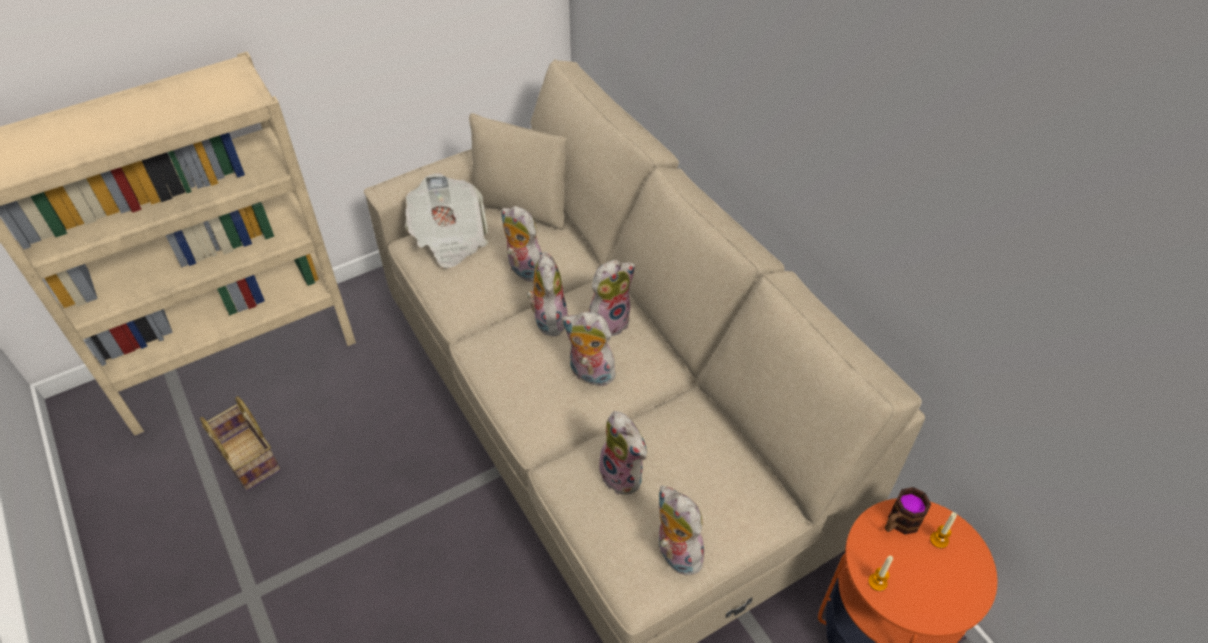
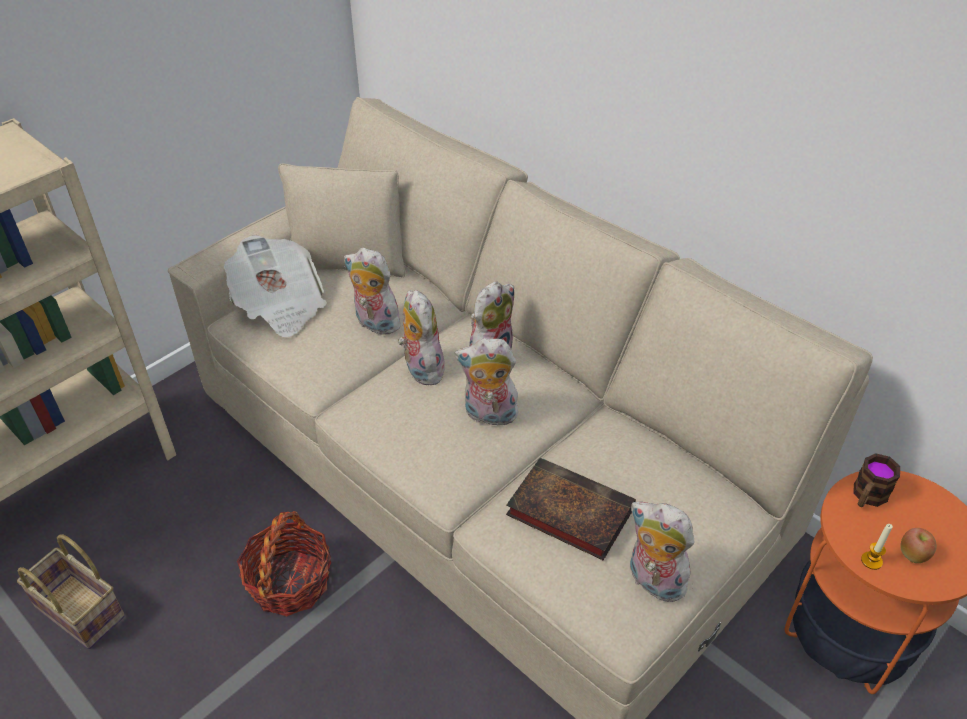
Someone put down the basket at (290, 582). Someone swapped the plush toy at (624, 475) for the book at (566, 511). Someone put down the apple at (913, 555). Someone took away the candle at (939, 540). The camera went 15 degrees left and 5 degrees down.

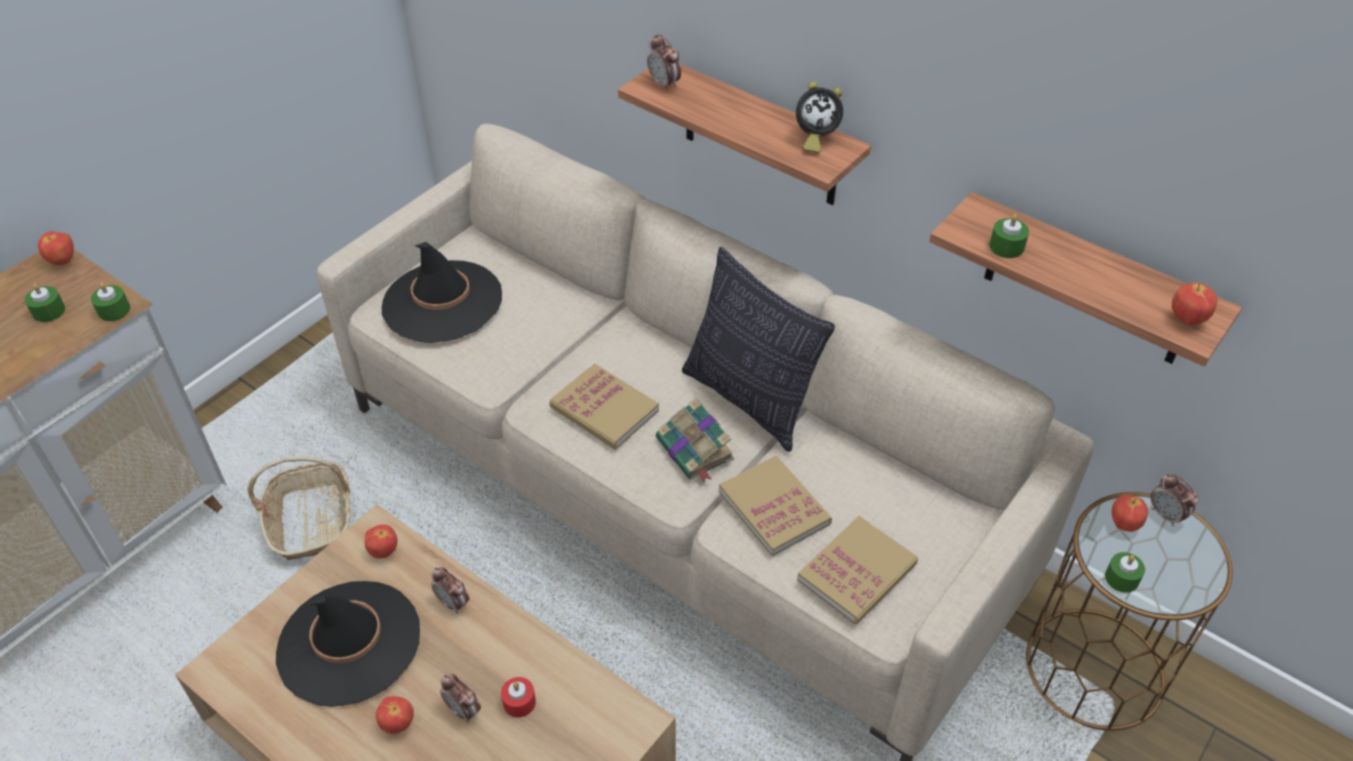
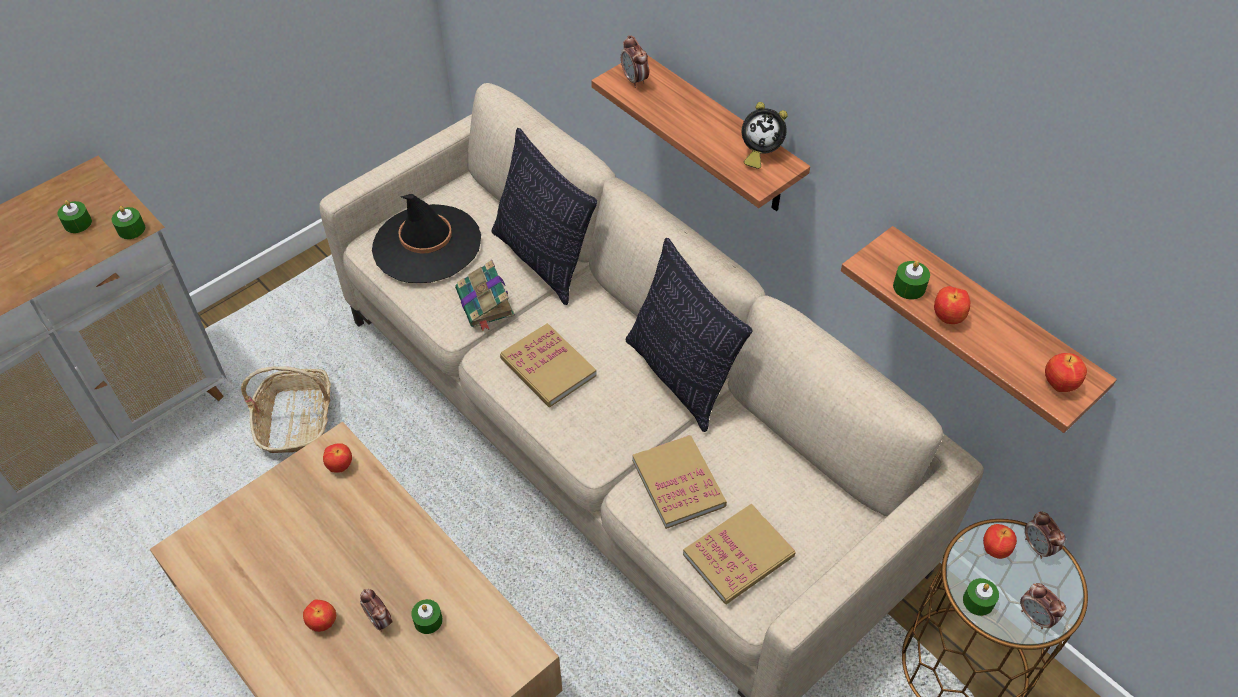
Someone repainted the candle/red at (519, 702), which became the candle/green at (428, 620). Someone carried the book from (695, 450) to (485, 304). Someone put down the pillow at (543, 260). Someone carried the apple from (63, 261) to (948, 318). Someone carried the alarm clock from (453, 603) to (1035, 617). Someone took away the hat/black at (348, 643). The camera went 10 degrees right and 5 degrees up.

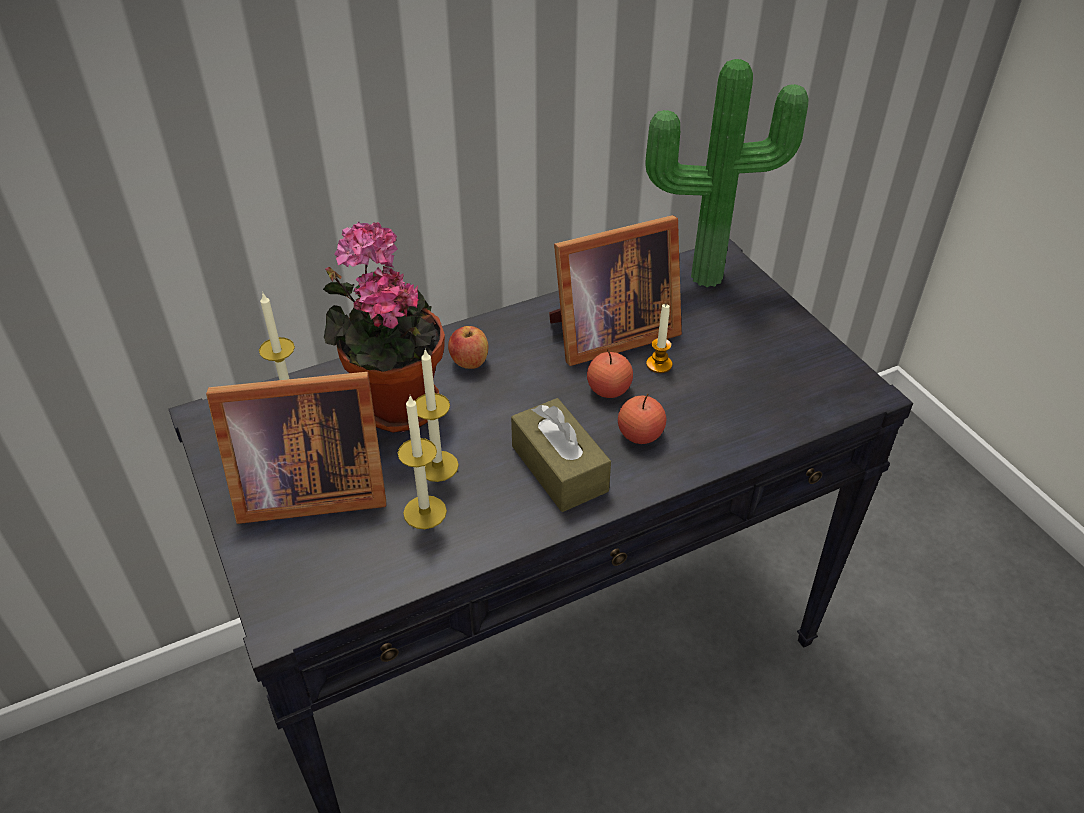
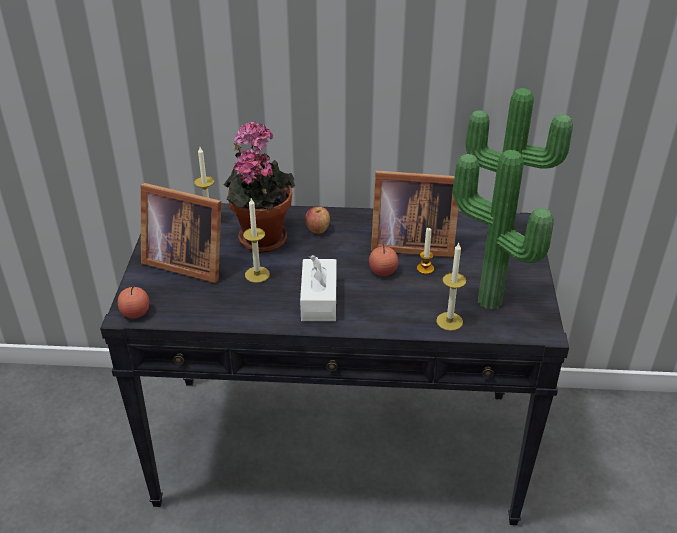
Someone carried the apple from (640, 435) to (135, 313). Someone repainted the tissue box/brown at (559, 468), which became the tissue box/white at (319, 300). Someone carried the candle from (425, 512) to (449, 321). Someone put down the potted plant at (487, 304). The camera went 30 degrees right and 5 degrees down.

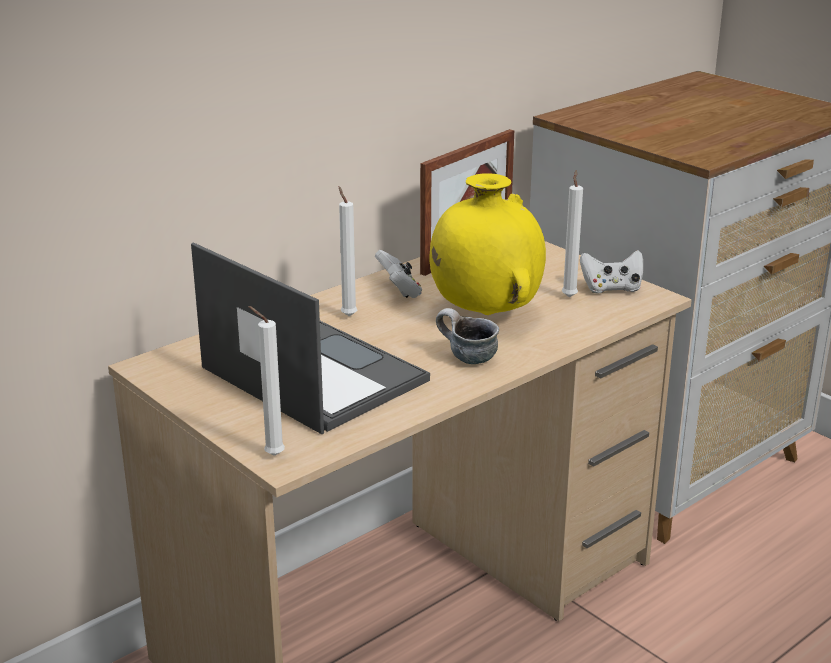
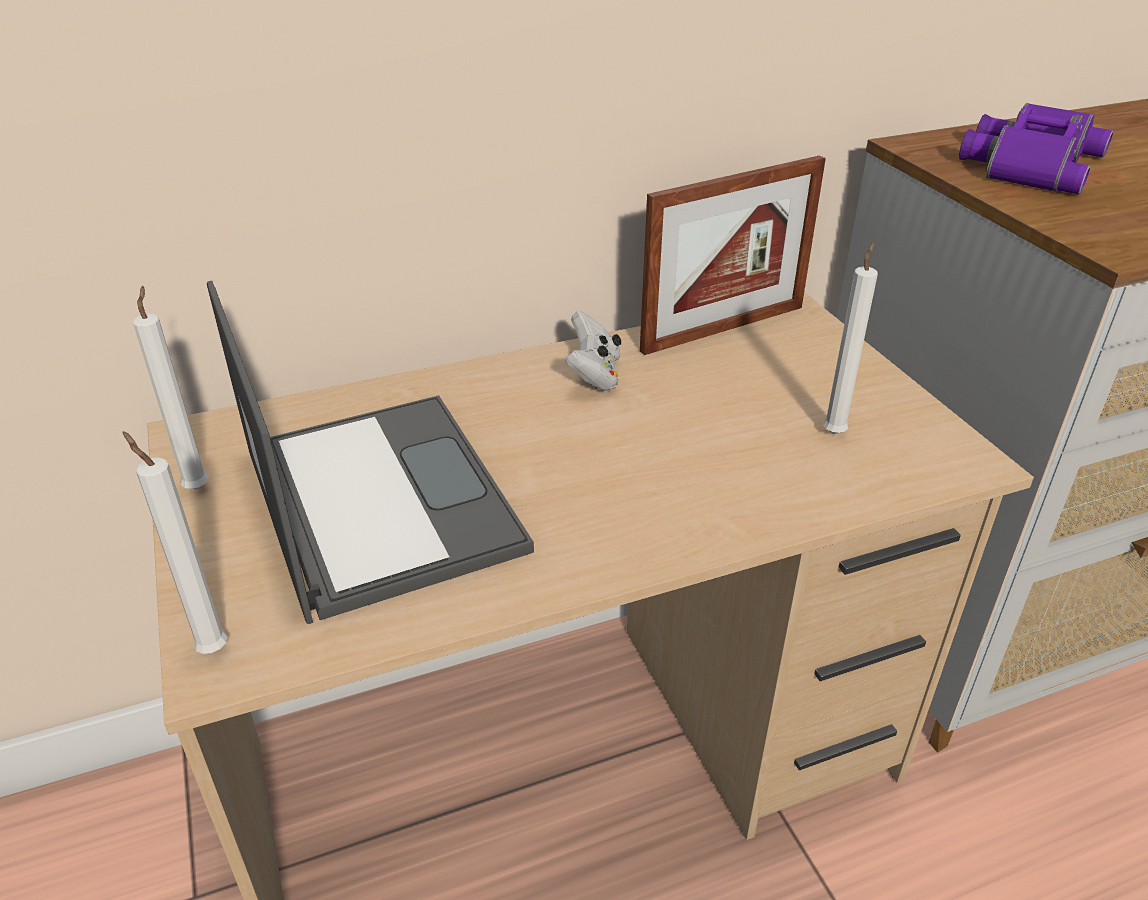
Someone carried the candle/white from (348, 315) to (198, 486). Someone put down the binoculars/purple at (1027, 163). Someone took away the vase/yellow at (485, 313). Someone took away the mug at (466, 358). Someone took away the game controller/white at (611, 288). The camera went 20 degrees right and 10 degrees up.

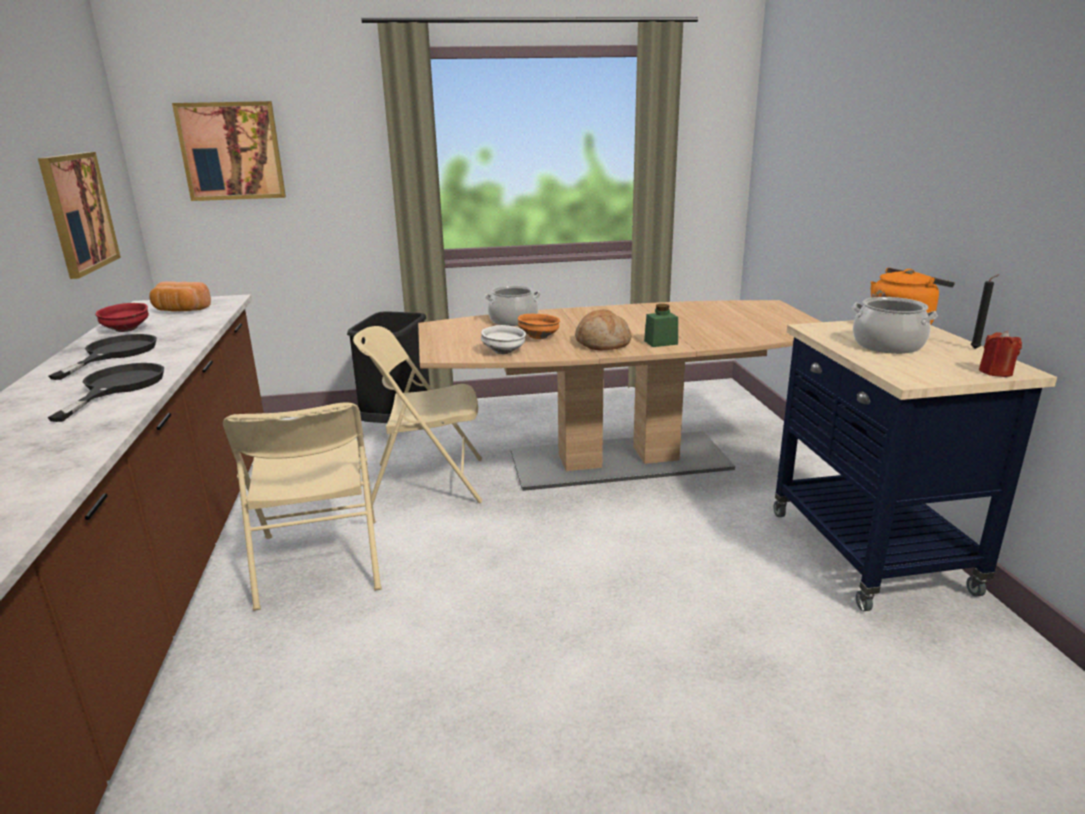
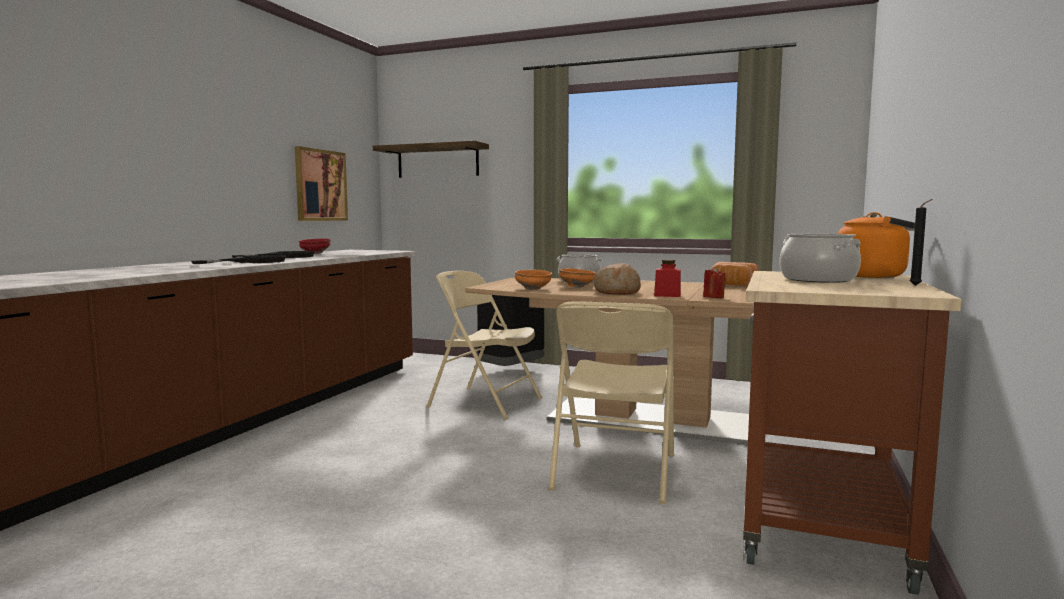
Someone swapped the picture at (231, 151) for the shelf at (438, 161). Someone repainted the bowl/white at (504, 351), which became the bowl/orange at (533, 289). Someone carried the chair/beige from (319, 562) to (614, 472). Someone repainted the jar/green at (661, 342), which became the jar/red at (667, 295). Someone carried the candle/red from (995, 372) to (713, 297). Someone carried the bread from (180, 310) to (732, 285). Someone repainted the cart/blue at (870, 553), which became the cart/brown at (822, 530). The camera went 30 degrees right and 15 degrees down.

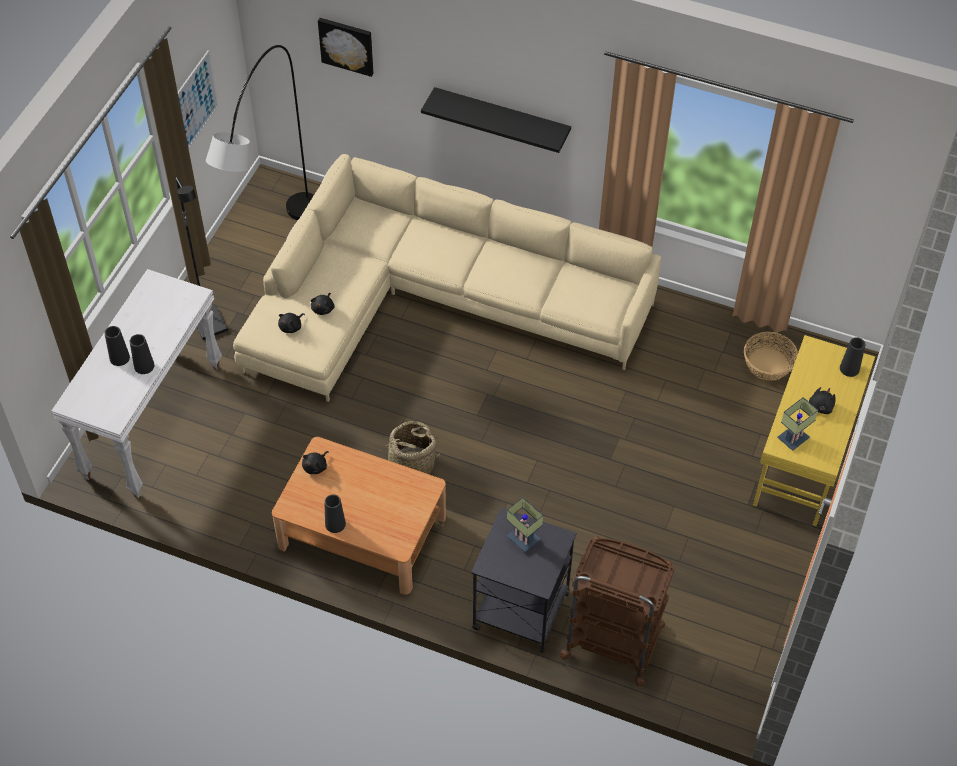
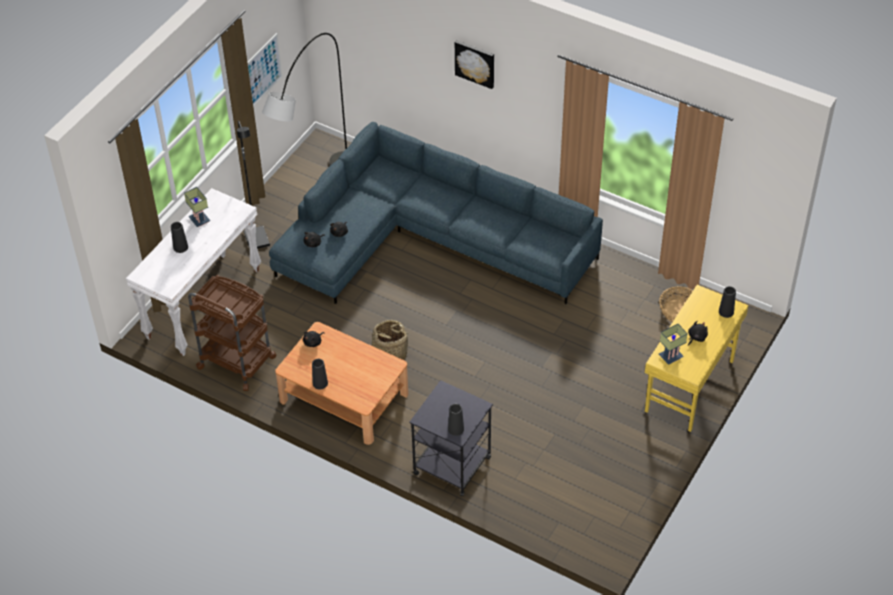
Someone carried the table lamp from (525, 539) to (200, 220). Someone carried the cart/brown from (613, 641) to (237, 362). Someone repainted the sofa/beige at (430, 302), which became the sofa/blue at (426, 240). Someone carried the vase/black from (144, 366) to (456, 429). Someone carried the picture from (347, 45) to (475, 63). Someone took away the shelf/black at (501, 118). The camera went 10 degrees right and 5 degrees down.

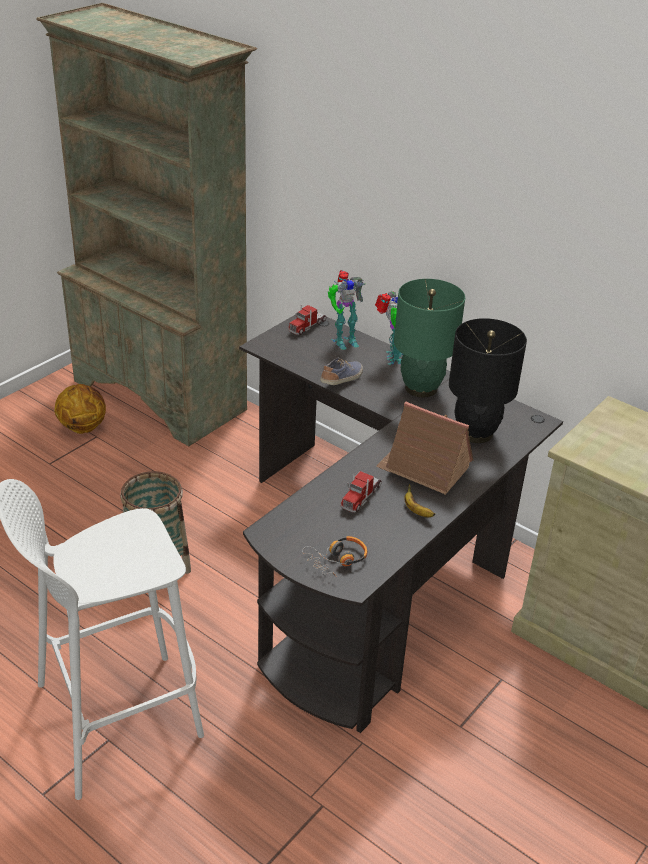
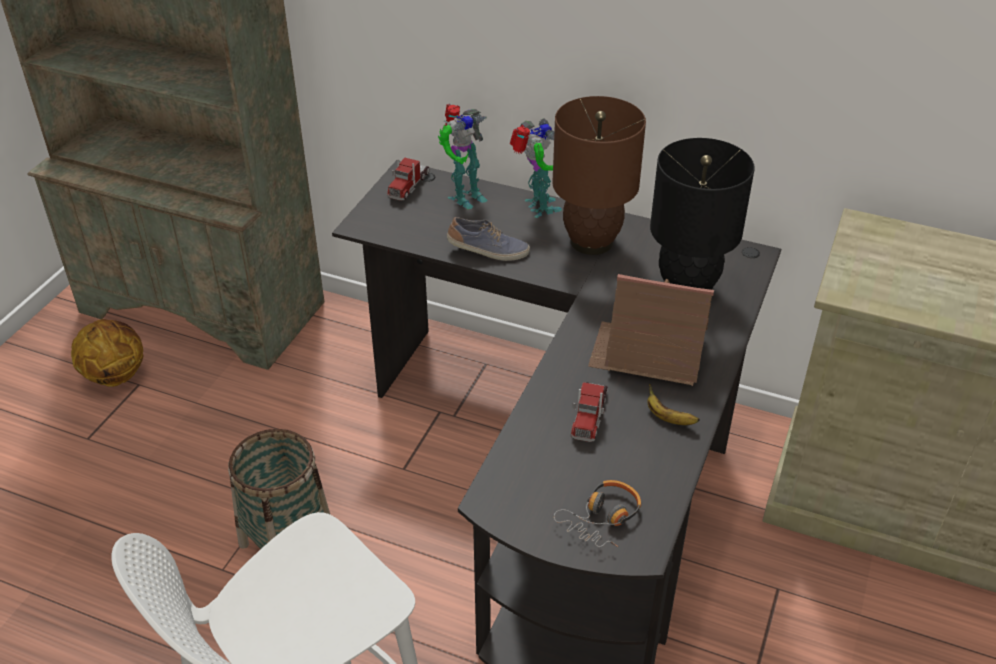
Someone rotated the shoe at (342, 380) by 75 degrees clockwise. Someone repainted the table lamp/green at (420, 388), which became the table lamp/brown at (591, 241). The camera went 15 degrees left and 5 degrees up.

